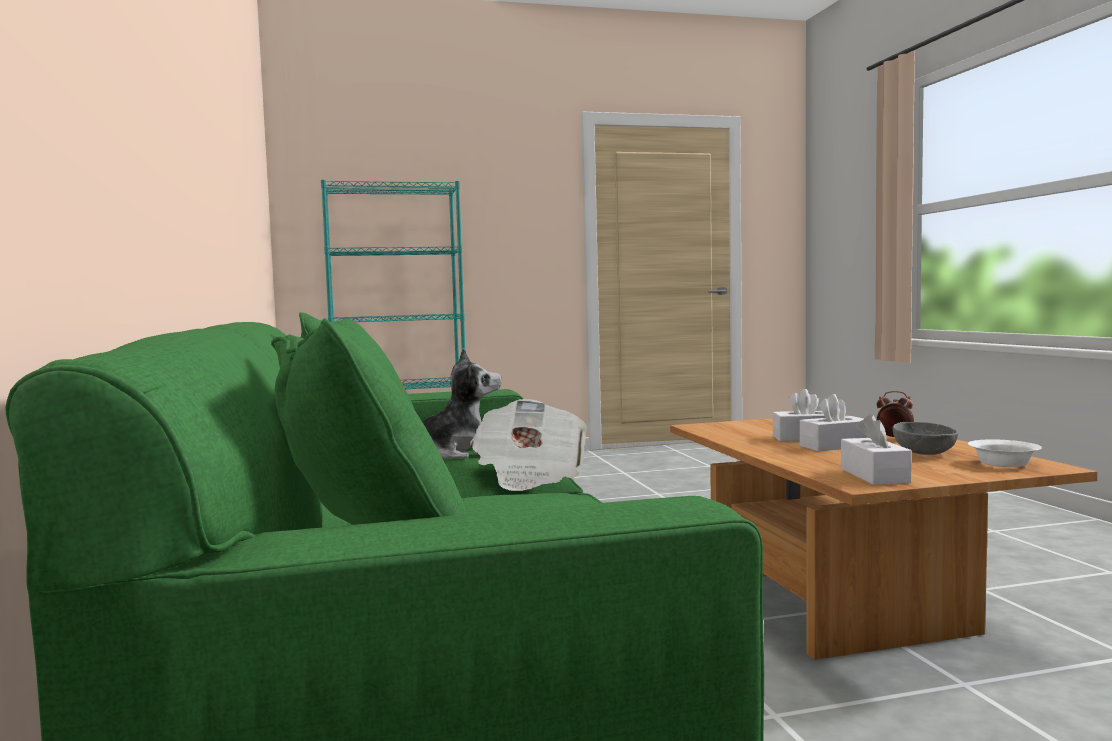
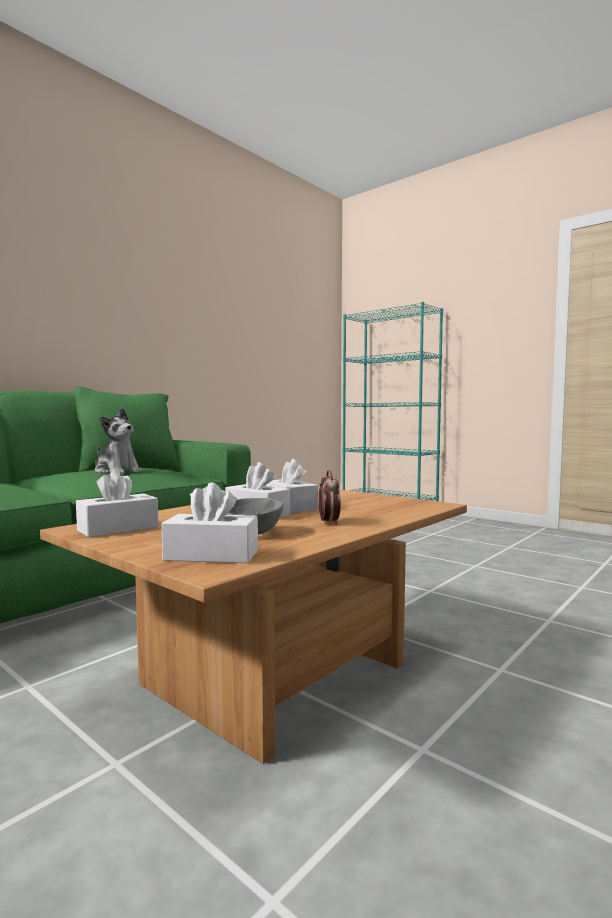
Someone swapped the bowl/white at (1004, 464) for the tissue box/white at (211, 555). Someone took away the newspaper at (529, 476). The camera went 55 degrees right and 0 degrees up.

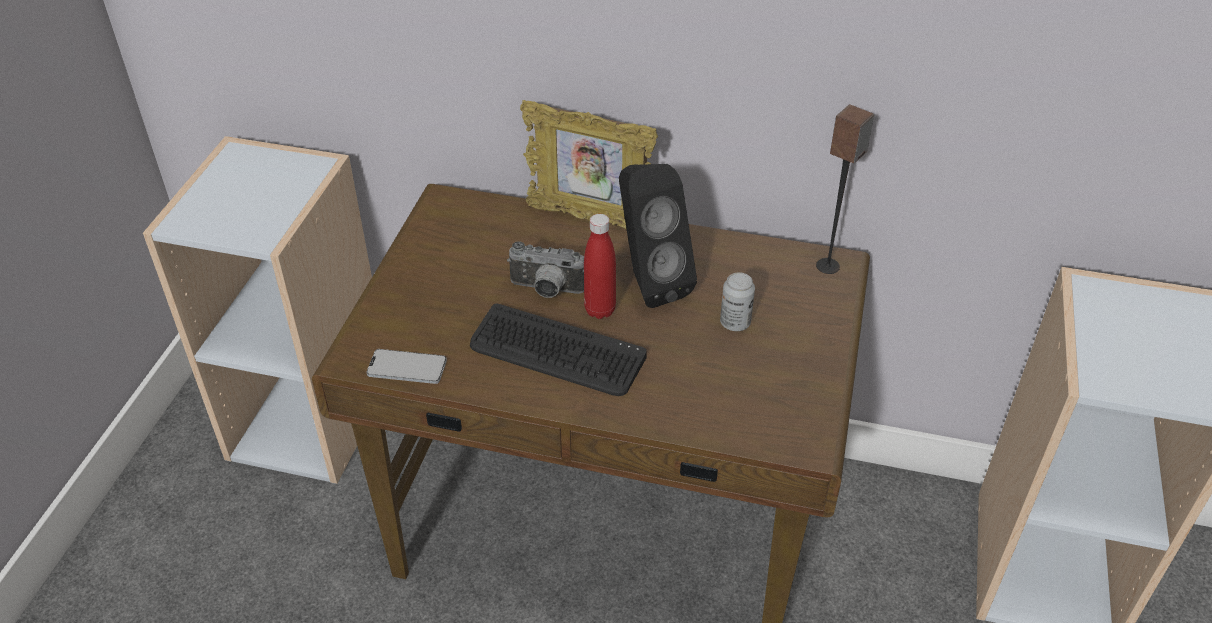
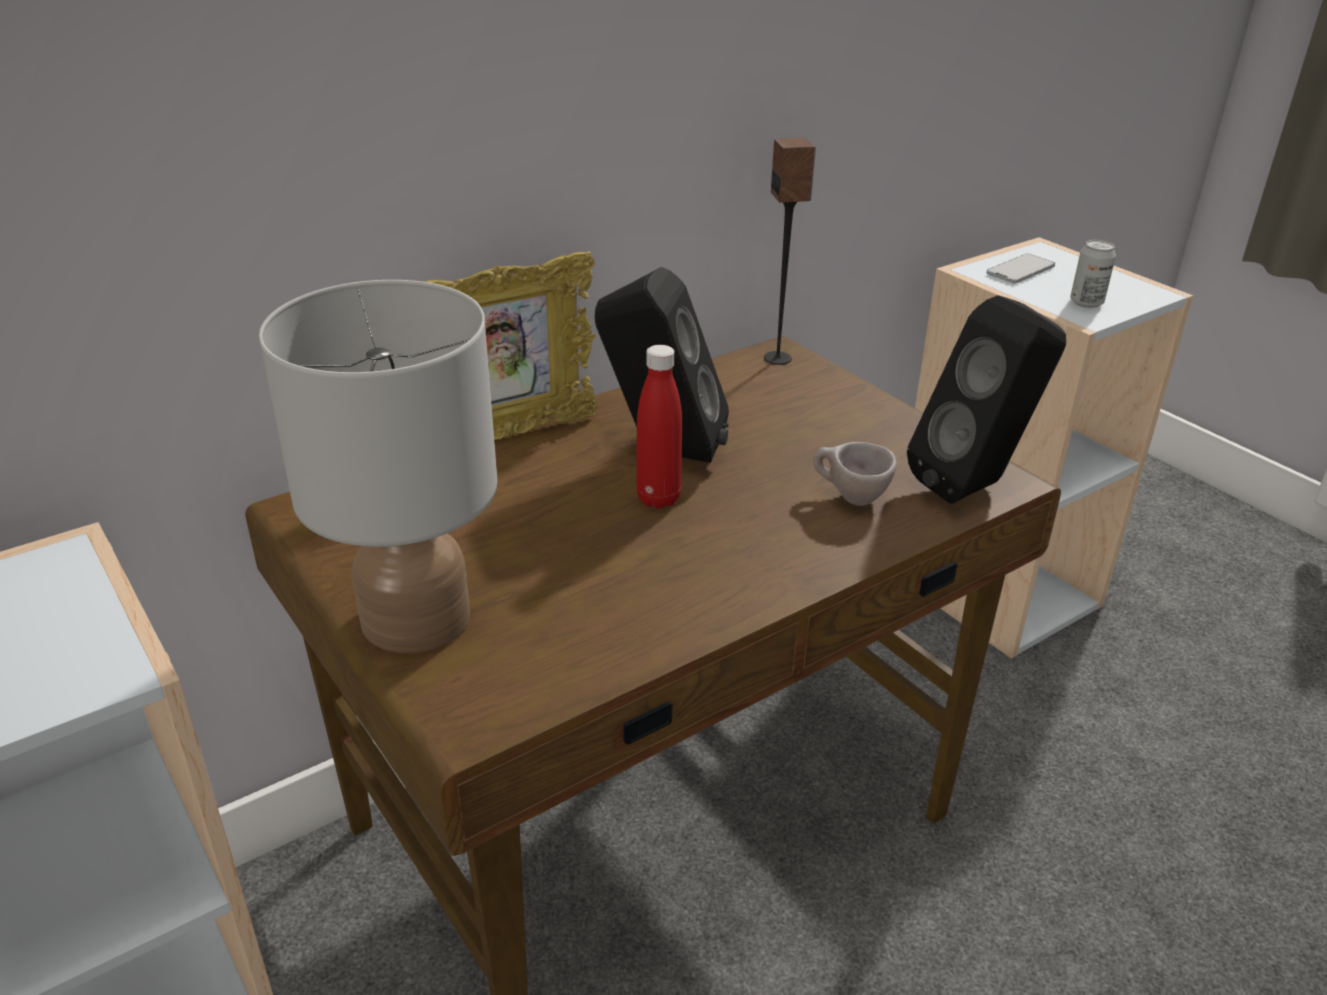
Someone put down the table lamp/grey at (415, 620). Someone put down the cup/beige at (849, 498). Someone put down the speaker/black at (976, 485). Someone carried the phone from (407, 368) to (1020, 270). Someone carried the can from (735, 323) to (1086, 302). Someone took away the keyboard at (556, 352). Someone took away the photo camera at (546, 290). The camera went 50 degrees left and 10 degrees down.

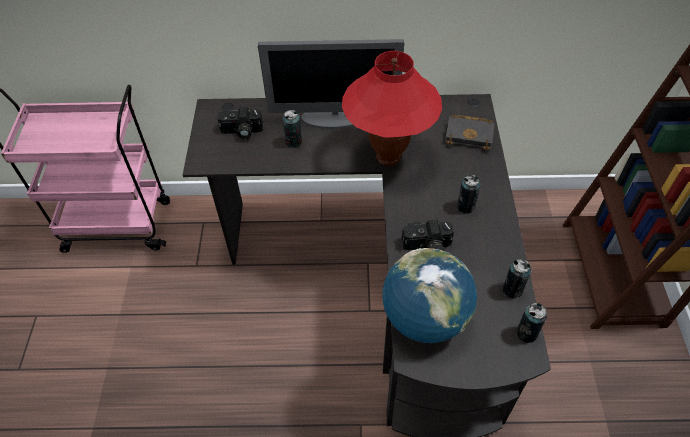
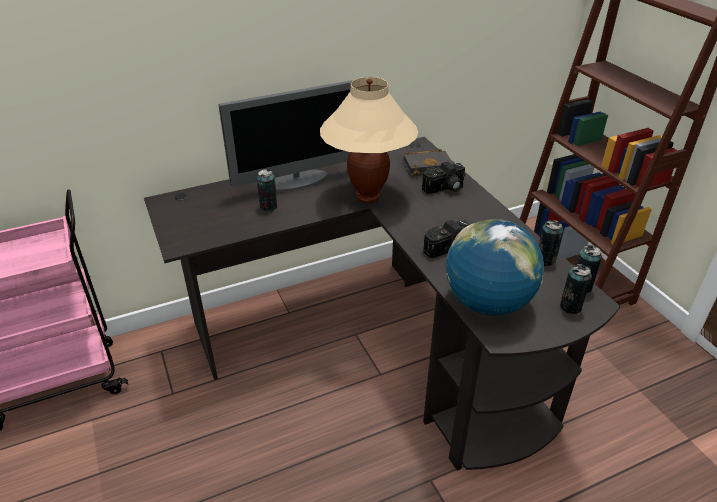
Someone repainted the table lamp/red at (388, 157), which became the table lamp/beige at (367, 197). Someone carried the photo camera from (241, 131) to (445, 188). Someone carried the can from (465, 206) to (570, 307). The camera went 25 degrees left and 15 degrees down.

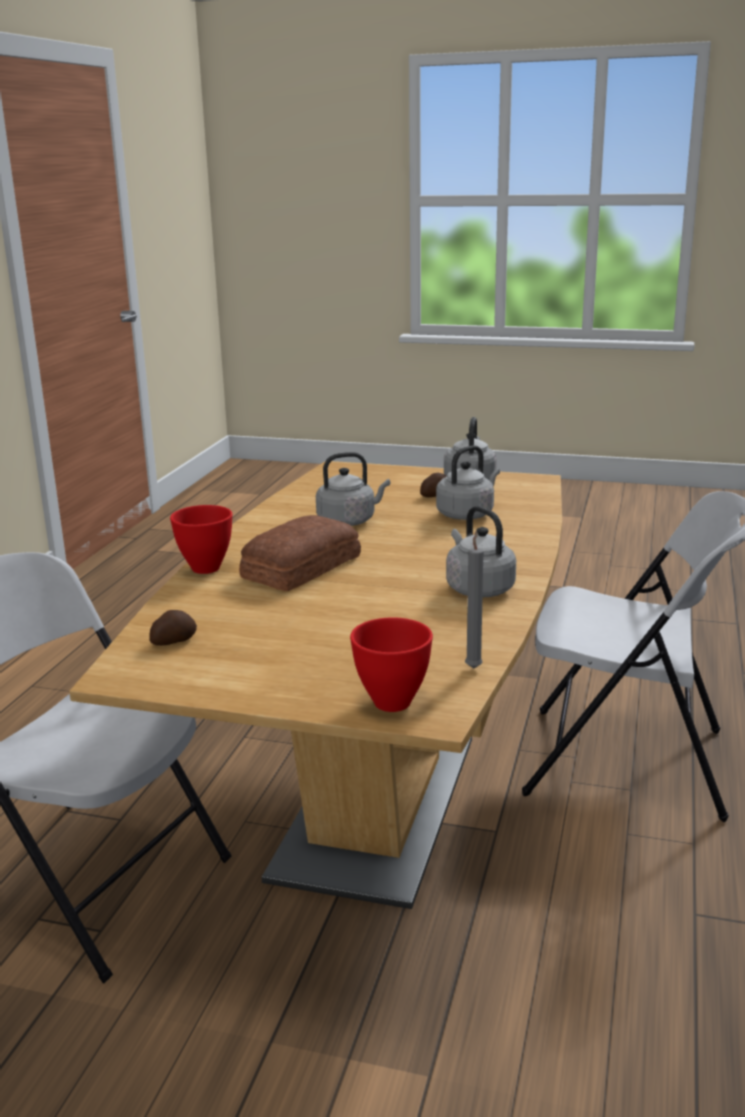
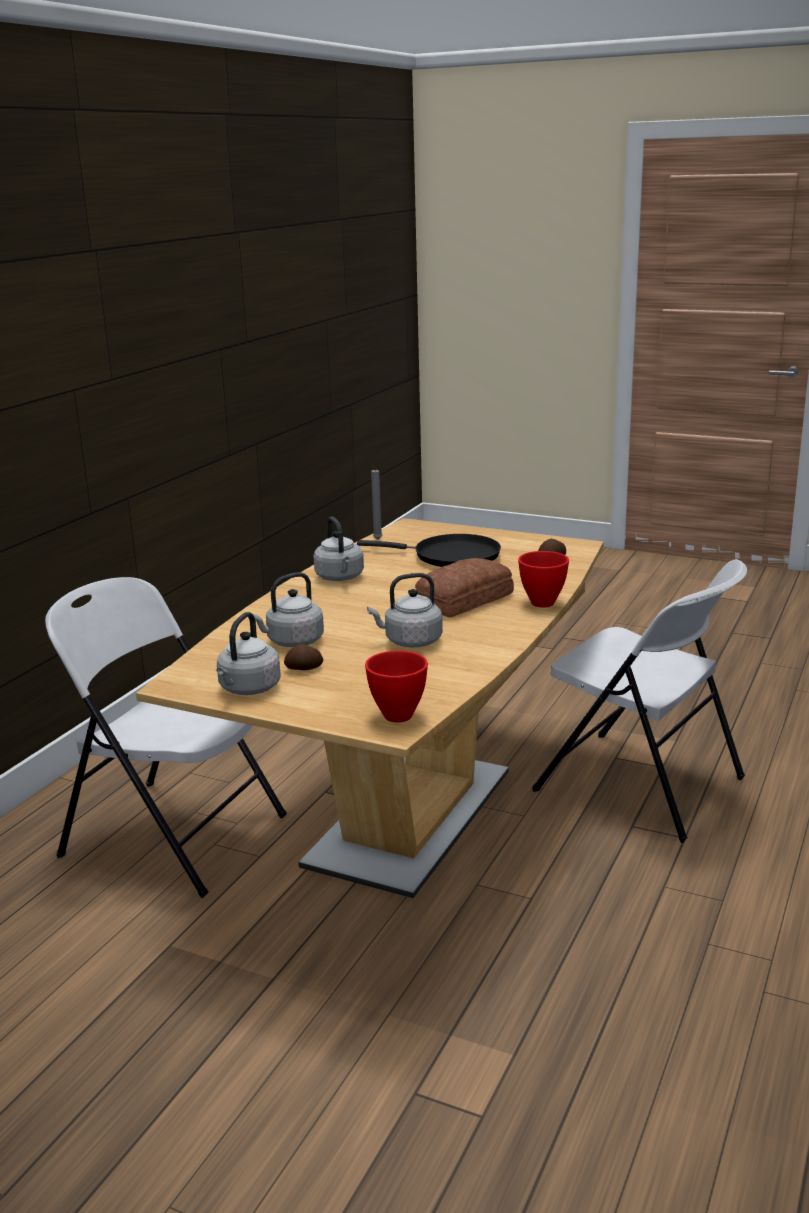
Someone put down the frying pan/black at (450, 556). Someone carried the bowl/red from (392, 704) to (398, 715). The camera went 170 degrees left and 0 degrees up.

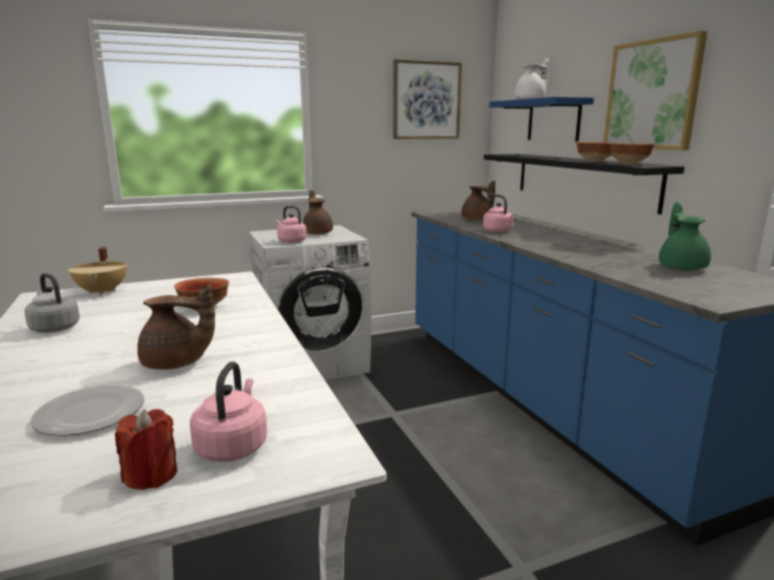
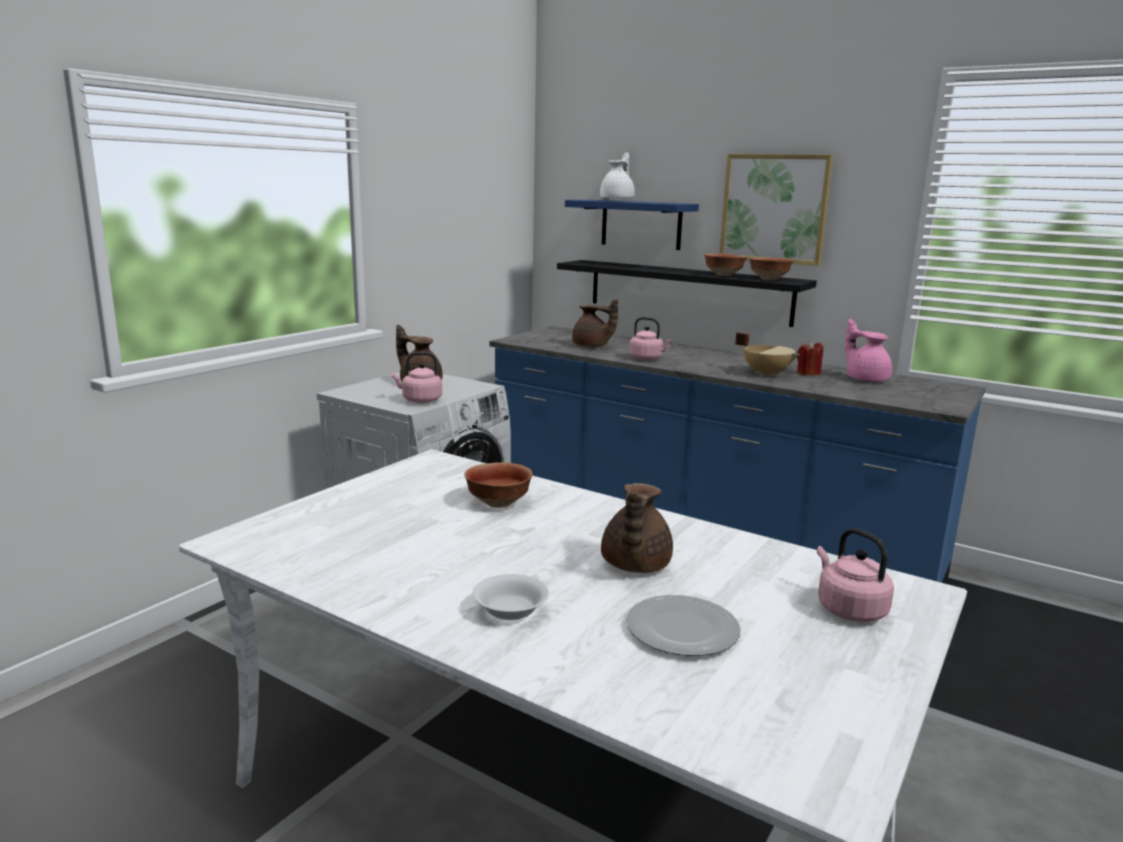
Someone put down the bowl/white at (509, 611). Someone rotated the teapot/brown at (176, 364) by 135 degrees clockwise. Someone carried the cooking pot/beige from (103, 291) to (766, 374). Someone carried the candle/red from (151, 475) to (808, 373). Someone repainted the teapot/green at (681, 267), which became the teapot/pink at (865, 379). Someone took away the kettle/grey at (54, 328). Someone took away the picture at (426, 100). The camera went 35 degrees left and 0 degrees up.

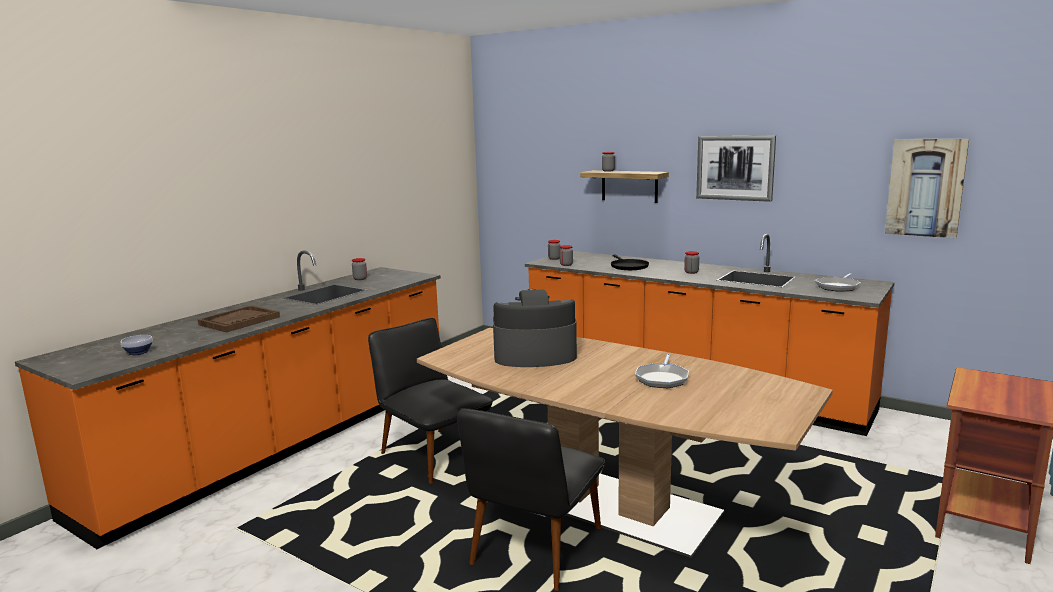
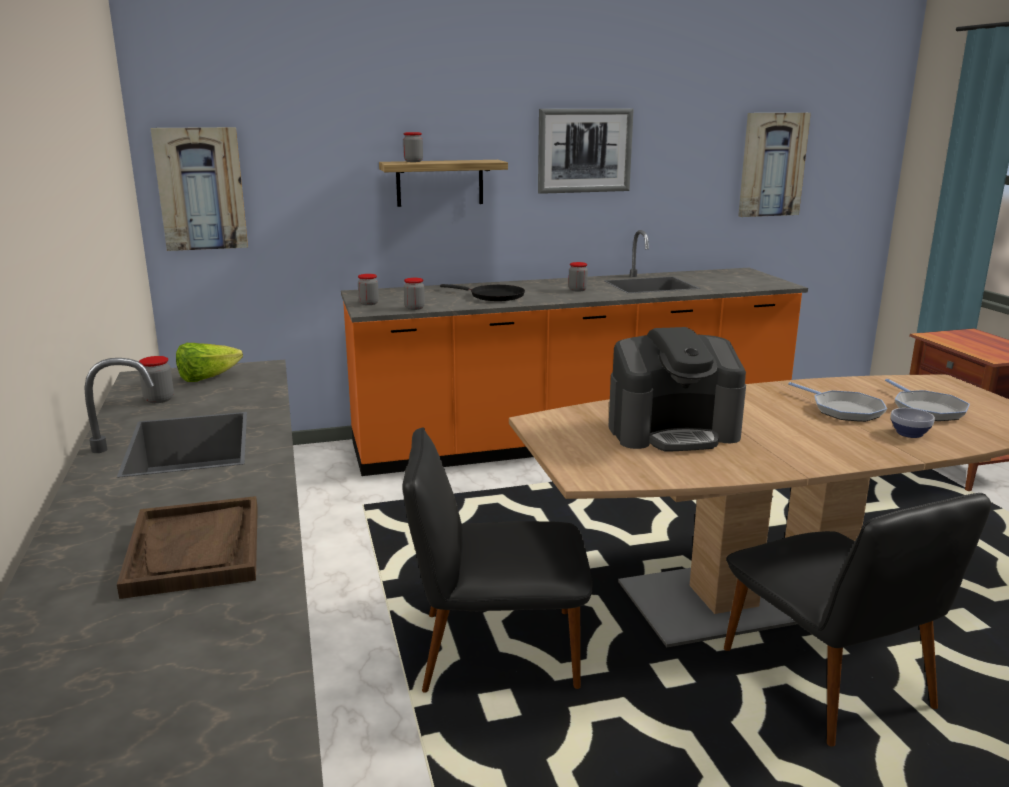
Someone put up the picture at (201, 189). Someone put down the lettuce at (207, 378). Someone rotated the coffee machine at (534, 355) by 135 degrees counterclockwise. Someone carried the frying pan from (838, 286) to (926, 409). Someone carried the bowl from (139, 352) to (908, 433). The camera went 50 degrees left and 5 degrees up.

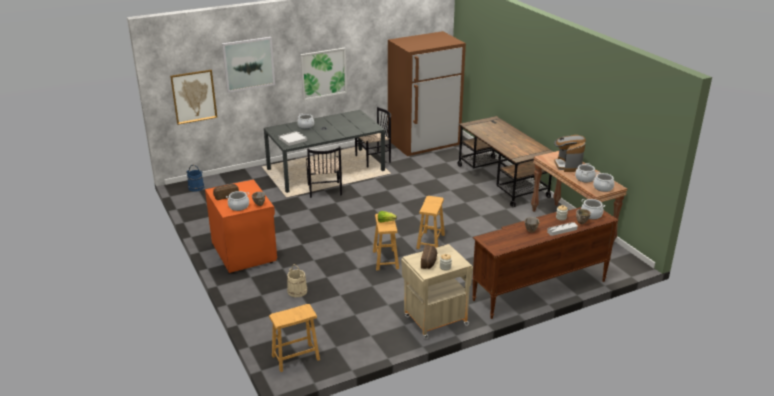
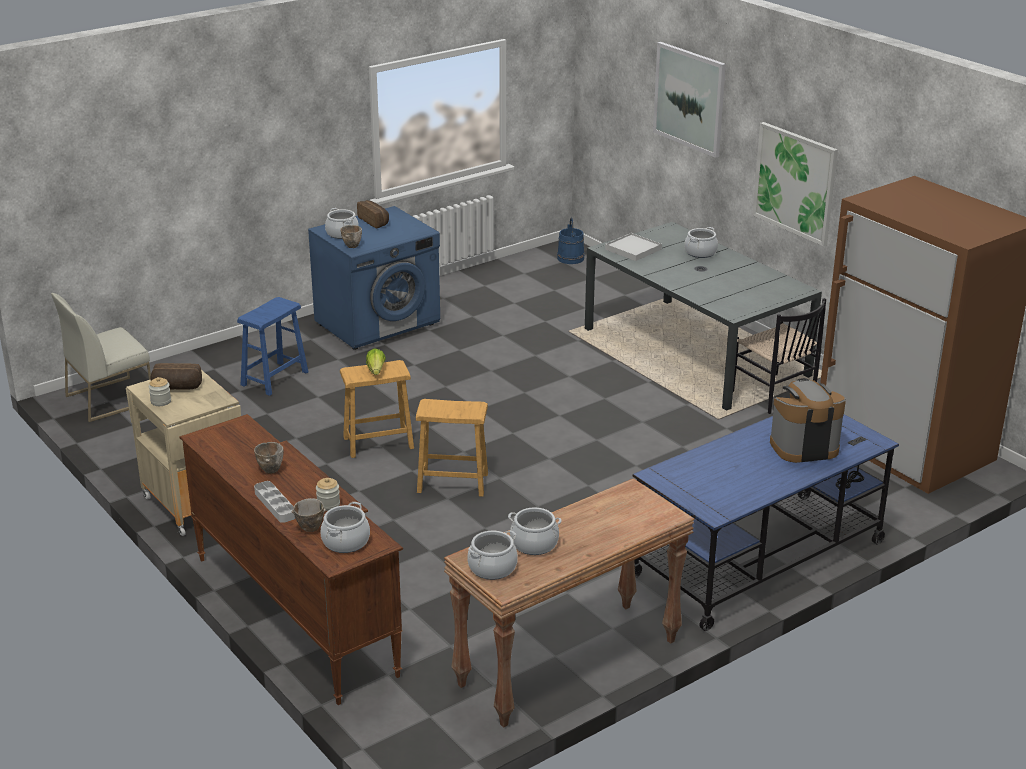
Someone swapped the stool/brown at (296, 358) for the chair/white at (110, 398). Someone swapped the bucket/beige at (297, 291) for the stool/blue at (274, 378). Someone repainted the washing machine/orange at (245, 252), which became the washing machine/blue at (379, 325). Someone repainted the desk/brown at (502, 181), which became the desk/blue at (758, 559). Someone carried the coffee machine from (567, 165) to (803, 447). Someone took away the picture at (194, 96). Someone took away the chair/black at (324, 191). The camera went 80 degrees right and 0 degrees up.

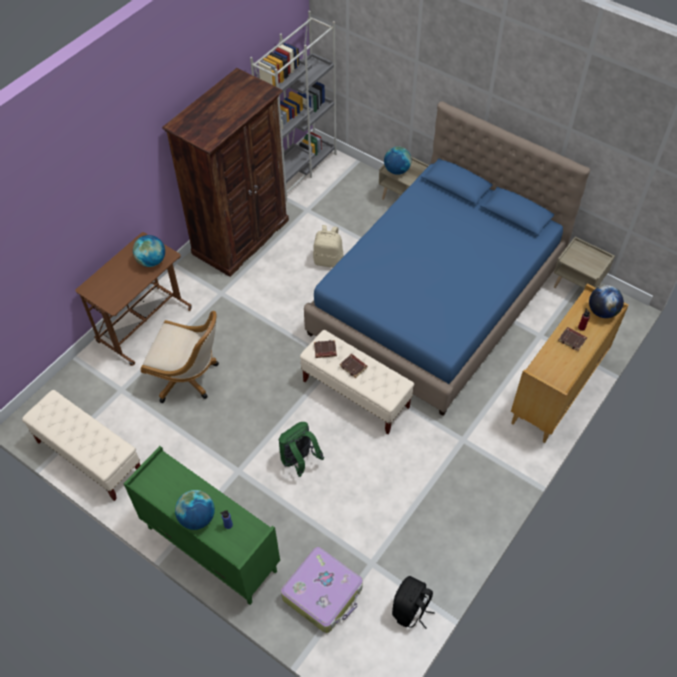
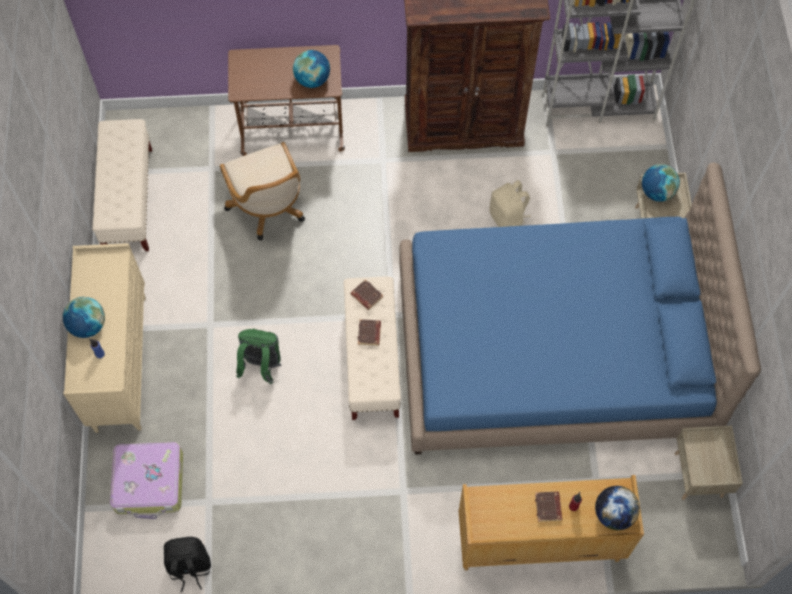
Someone repainted the dresser/green at (211, 549), which became the dresser/beige at (120, 363). The camera went 50 degrees right and 10 degrees up.

